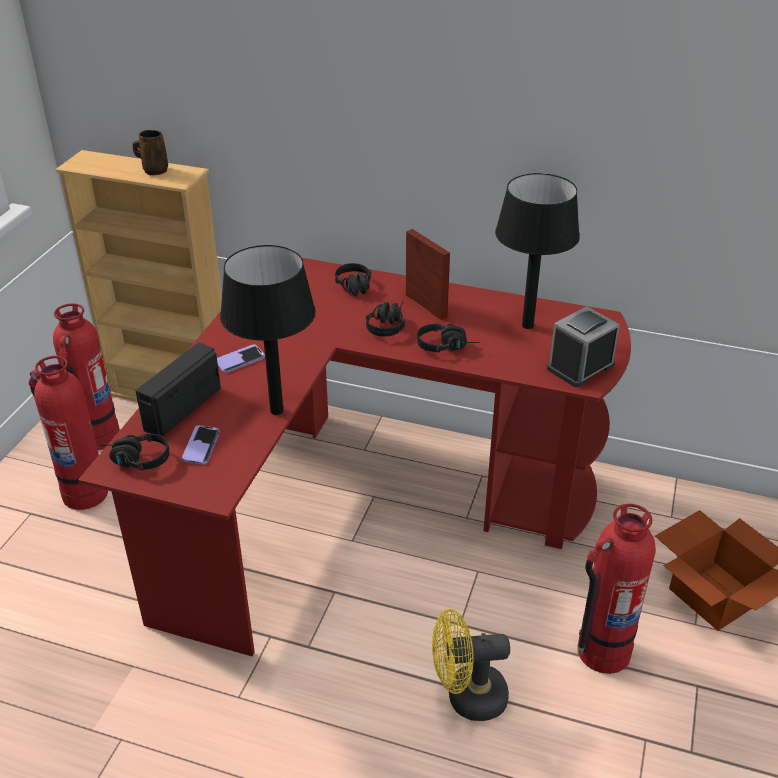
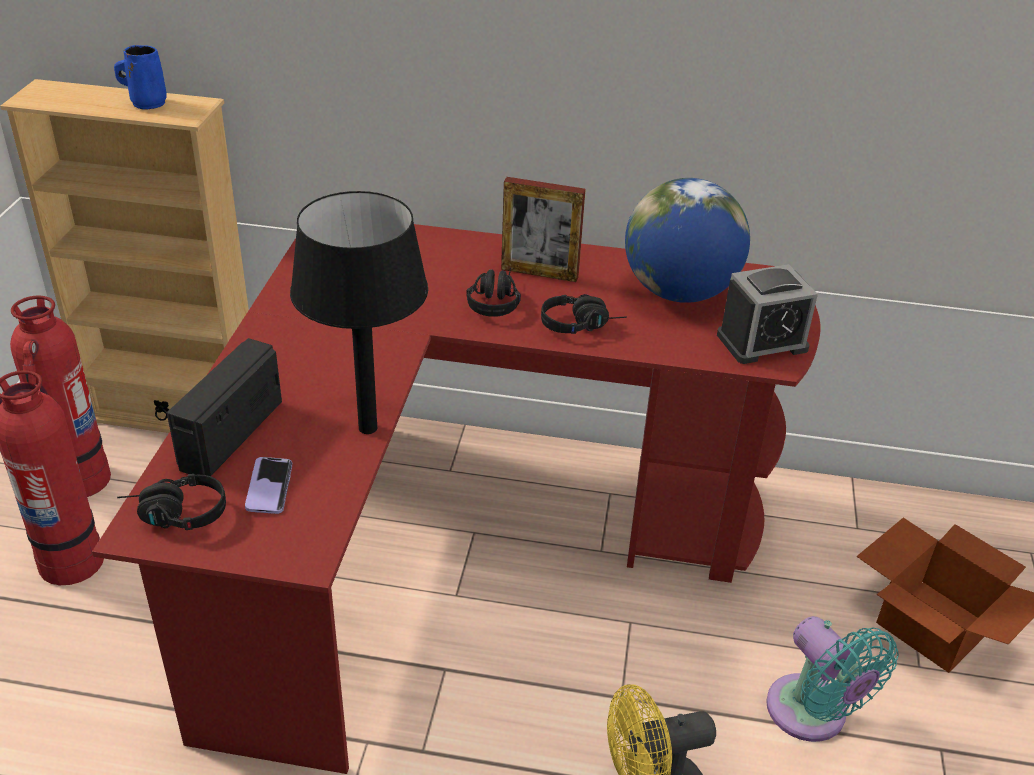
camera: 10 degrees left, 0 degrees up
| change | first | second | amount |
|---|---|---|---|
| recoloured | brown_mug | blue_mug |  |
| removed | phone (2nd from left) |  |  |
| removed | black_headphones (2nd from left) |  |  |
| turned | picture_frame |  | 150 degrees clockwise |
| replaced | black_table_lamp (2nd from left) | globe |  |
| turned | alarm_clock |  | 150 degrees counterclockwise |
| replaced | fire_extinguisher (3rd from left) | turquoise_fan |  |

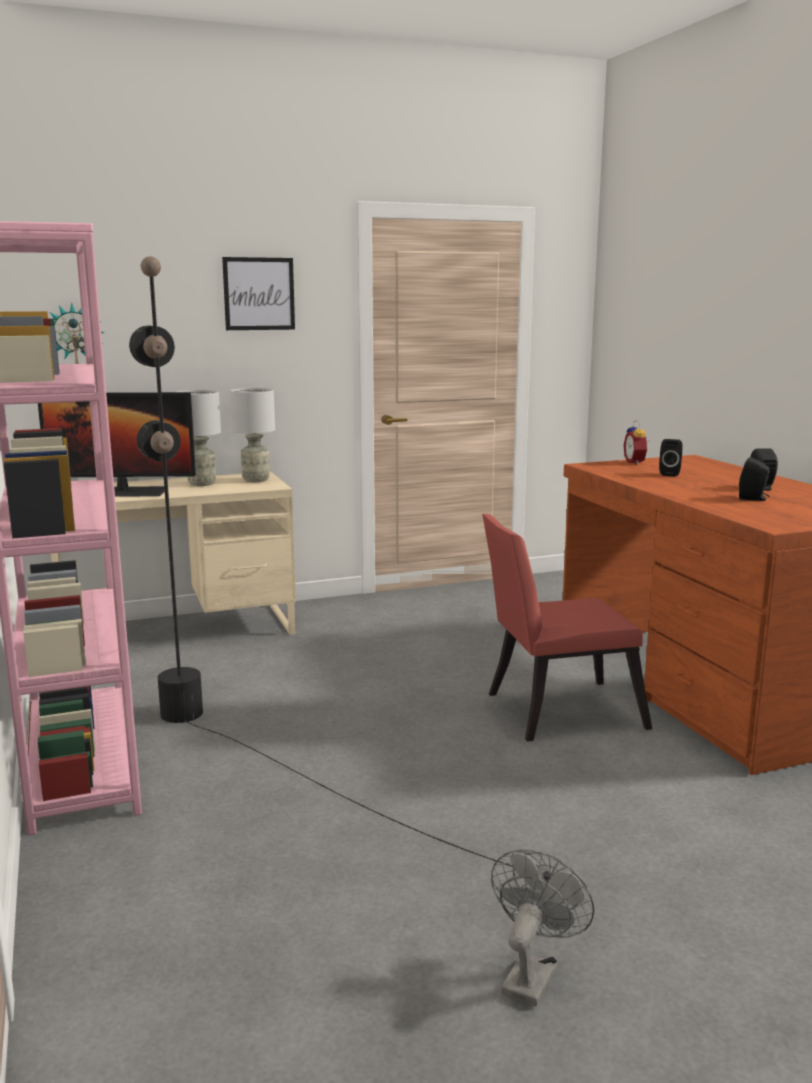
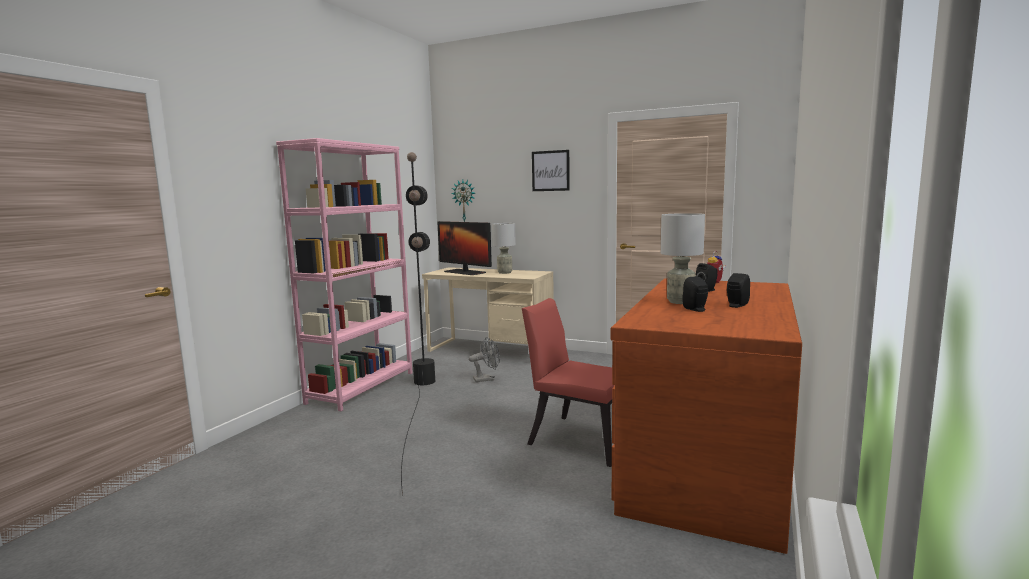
camera: 45 degrees right, 5 degrees down
| change | first | second | amount |
|---|---|---|---|
| moved | grey_table_lamp (2nd from left) |  |  |
| moved | grey_fan |  |  |

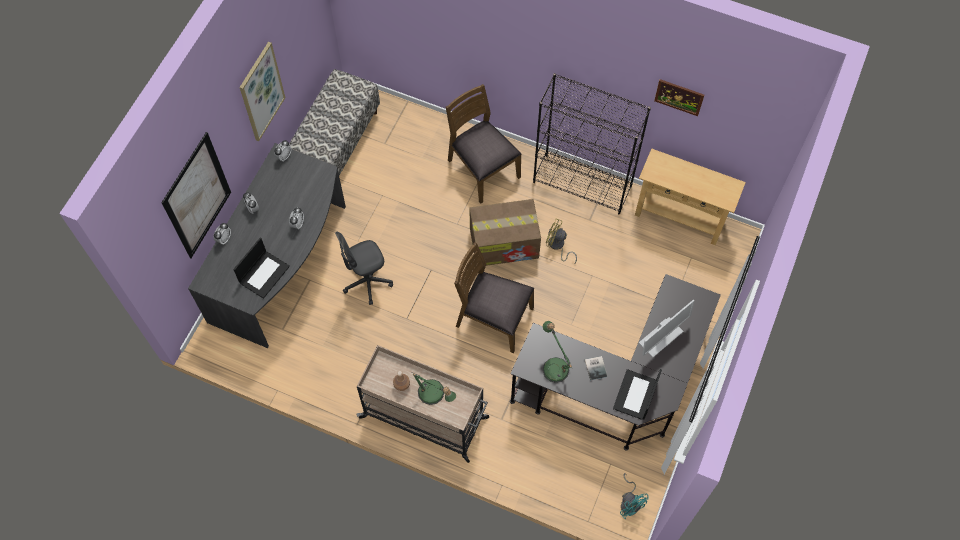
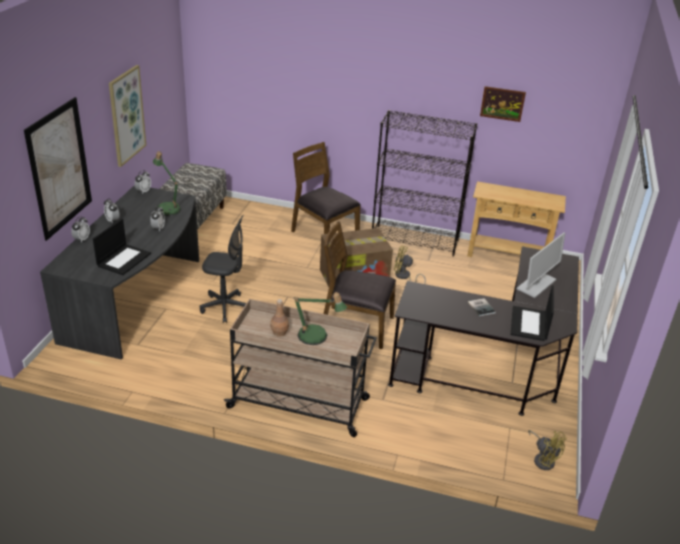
camera: 10 degrees left, 30 degrees down
| change | first | second | amount |
|---|---|---|---|
| turned | grey_office_chair |  | 135 degrees counterclockwise |
| moved | table_lamp (2nd from left in the first image) | table_lamp (1st from left) |  |
| recoloured | turquoise_fan | yellow_fan (2nd from left) |  |

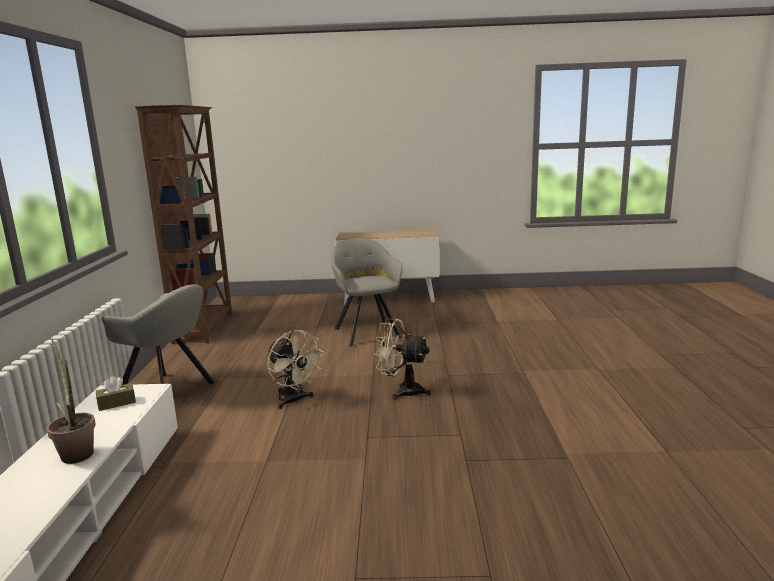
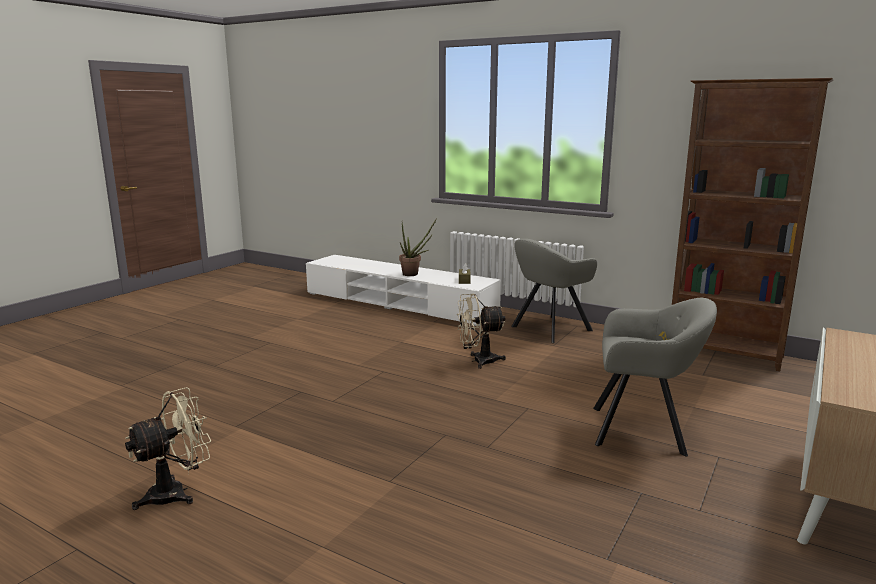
camera: 120 degrees right, 0 degrees up
| change | first | second | amount |
|---|---|---|---|
| moved | beige_fan (2nd from left in the first image) | beige_fan (1st from left) |  |

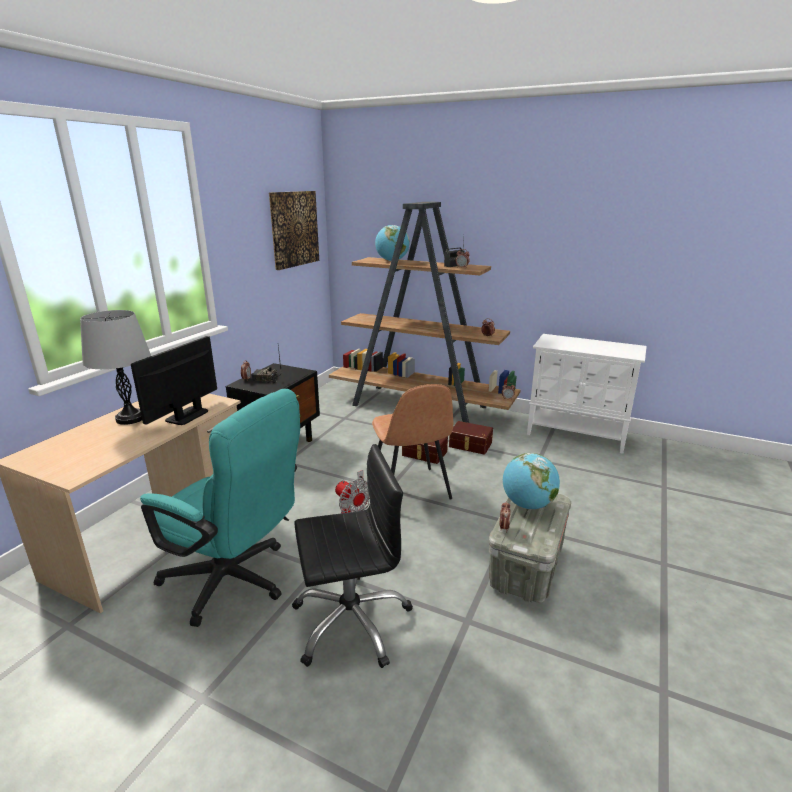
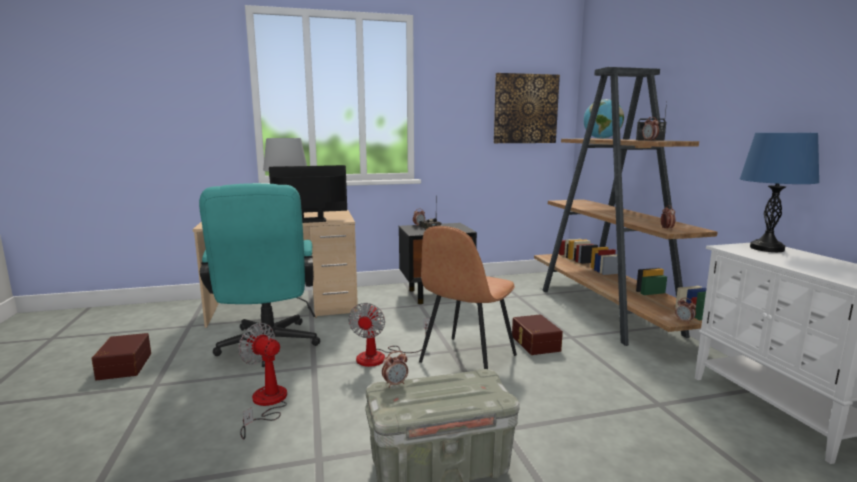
camera: 50 degrees right, 10 degrees down
| change | first | second | amount |
|---|---|---|---|
| replaced | black_office_chair | fan (1st from left) |  |
| moved | brown_storage_box (2nd from left in the first image) | brown_storage_box (1st from left) |  |
| removed | globe (2nd from left) |  |  |
| added |  | blue_table_lamp |  |

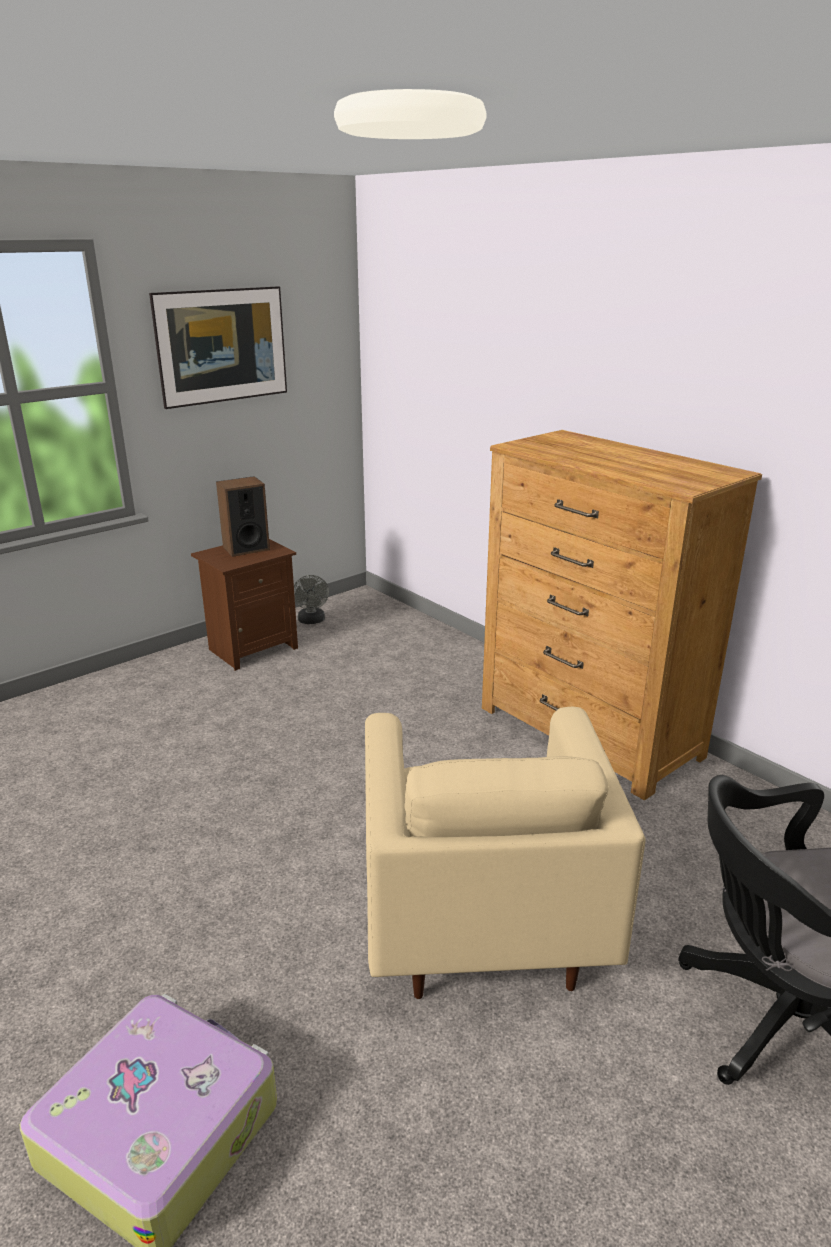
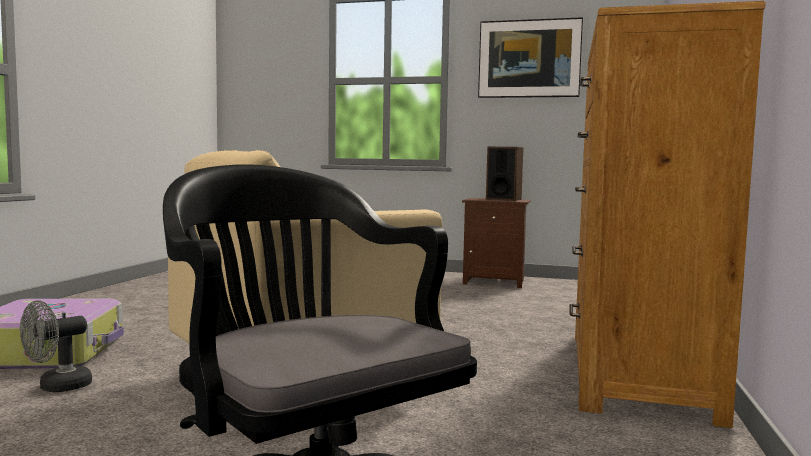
camera: 55 degrees right, 20 degrees down
| change | first | second | amount |
|---|---|---|---|
| moved | grey_fan |  |  |

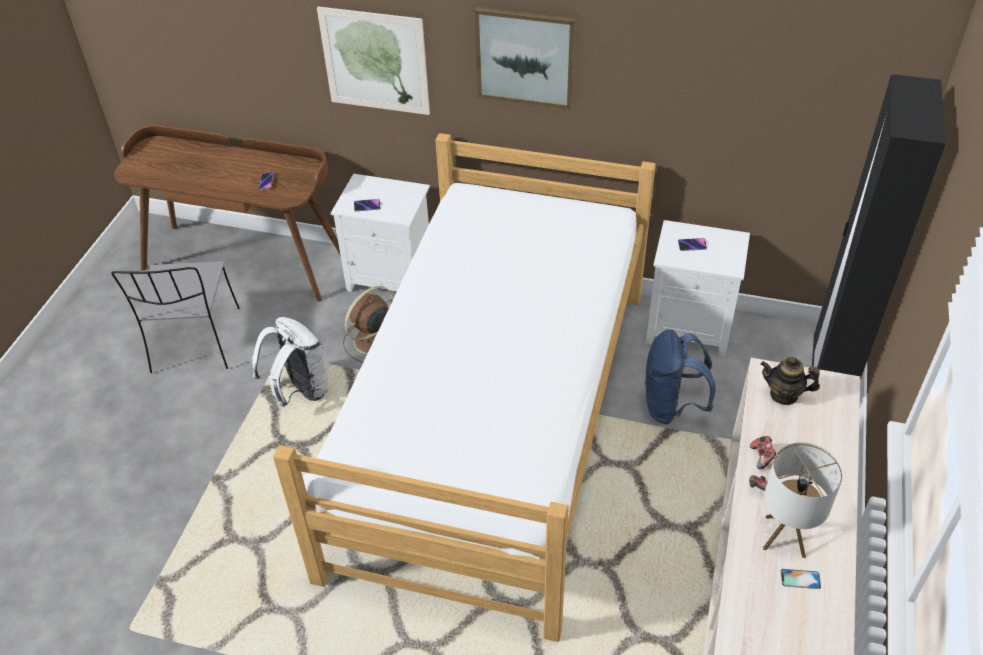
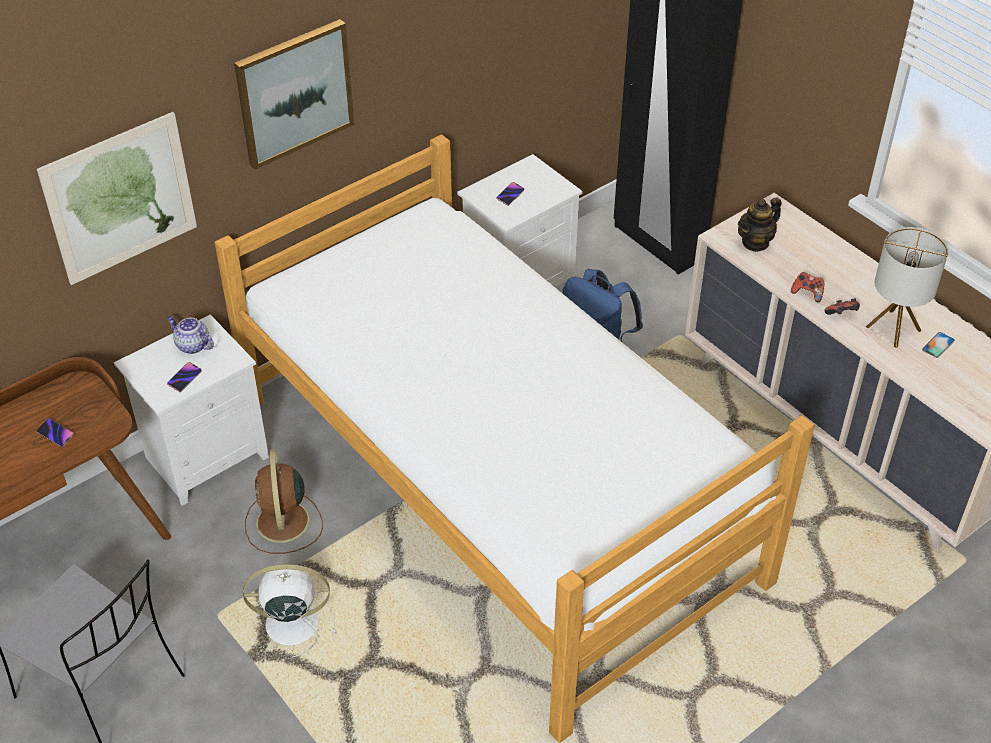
camera: 55 degrees left, 0 degrees up
| change | first | second | amount |
|---|---|---|---|
| replaced | white_backpack | white_fan |  |
| added |  | teapot (1st from left) |  |

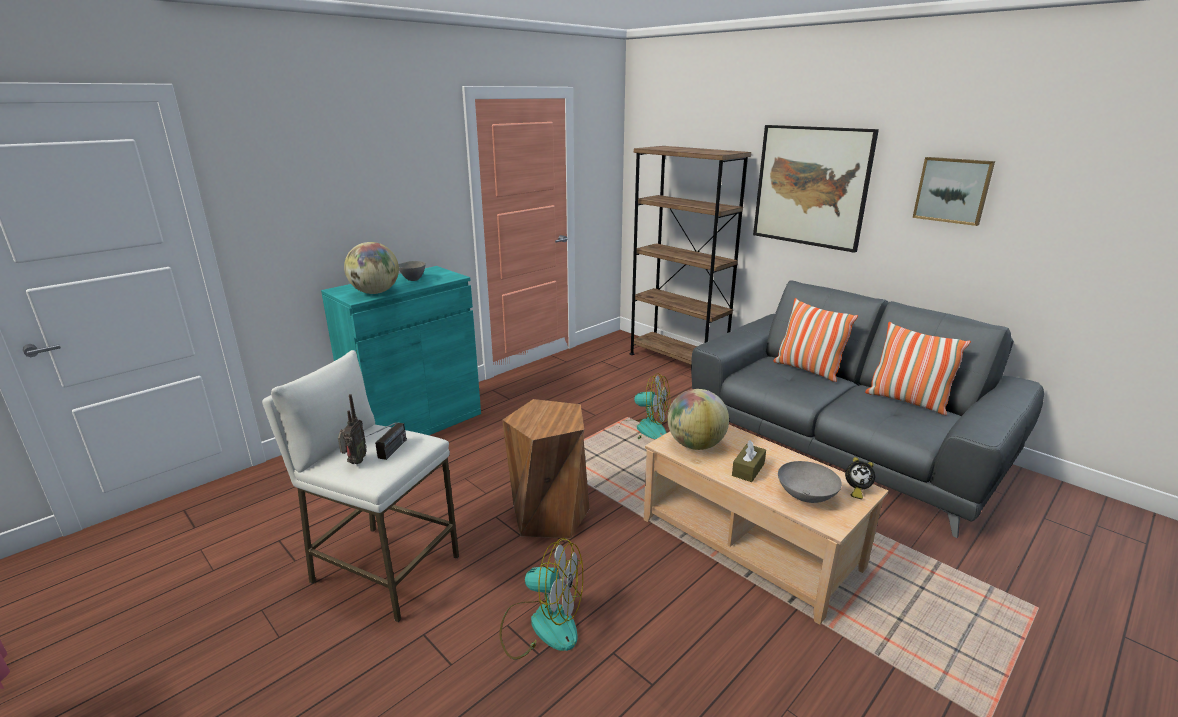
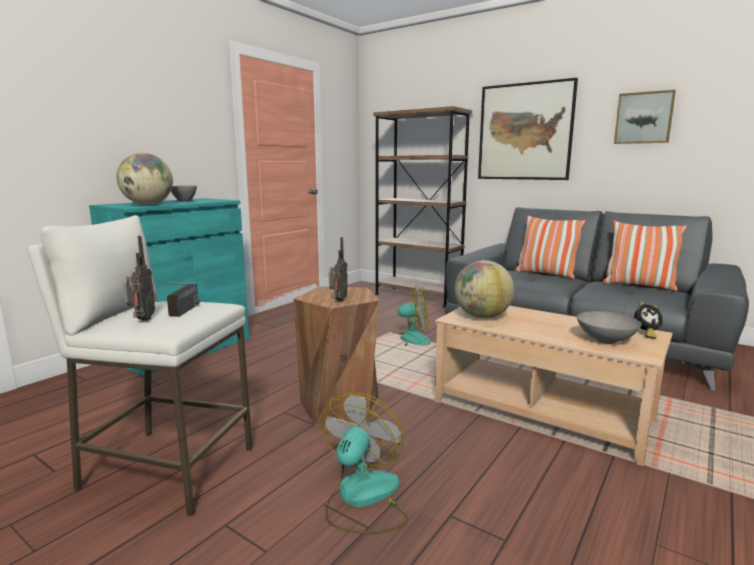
camera: 10 degrees left, 10 degrees down
| change | first | second | amount |
|---|---|---|---|
| turned | fan (1st from left) |  | 75 degrees counterclockwise |
| removed | brown_tissue_box |  |  |
| added |  | radio (3rd from left) |  |

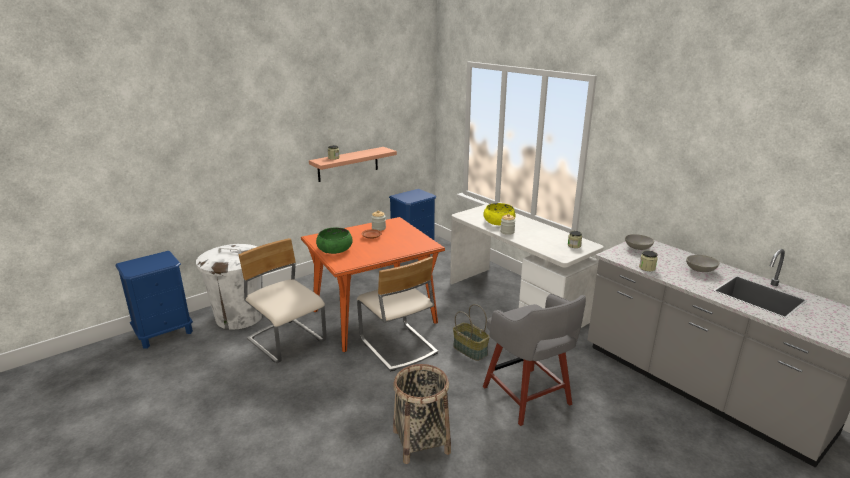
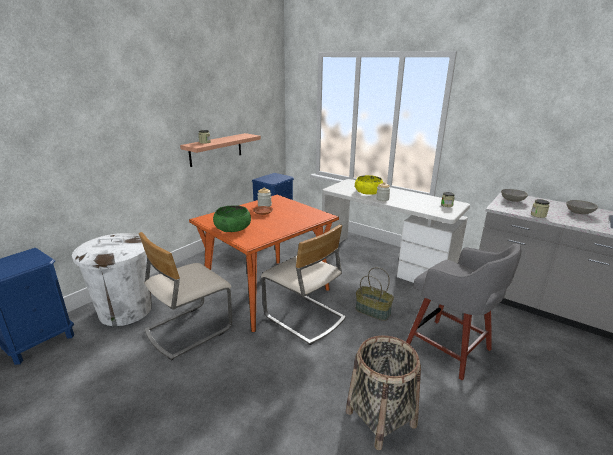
camera: 15 degrees left, 0 degrees up
| change | first | second | amount |
|---|---|---|---|
| turned | beige_chair (1st from left) |  | 75 degrees counterclockwise |

